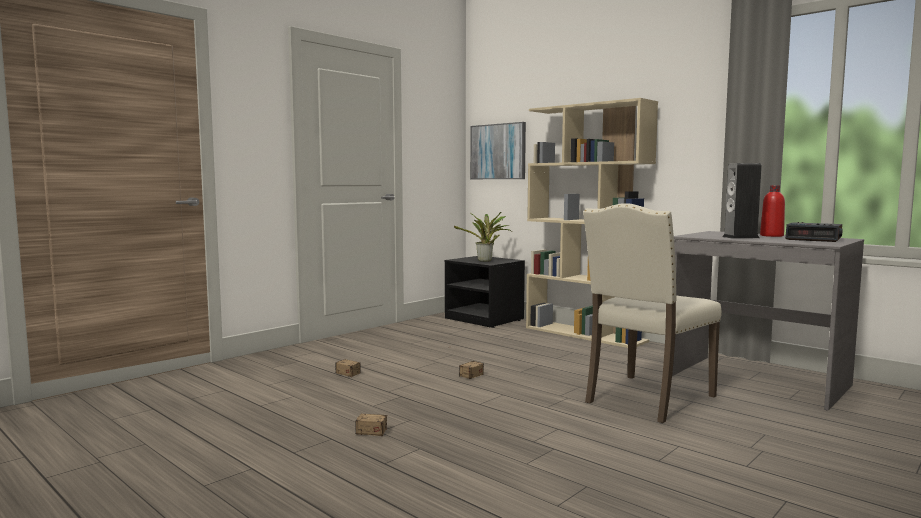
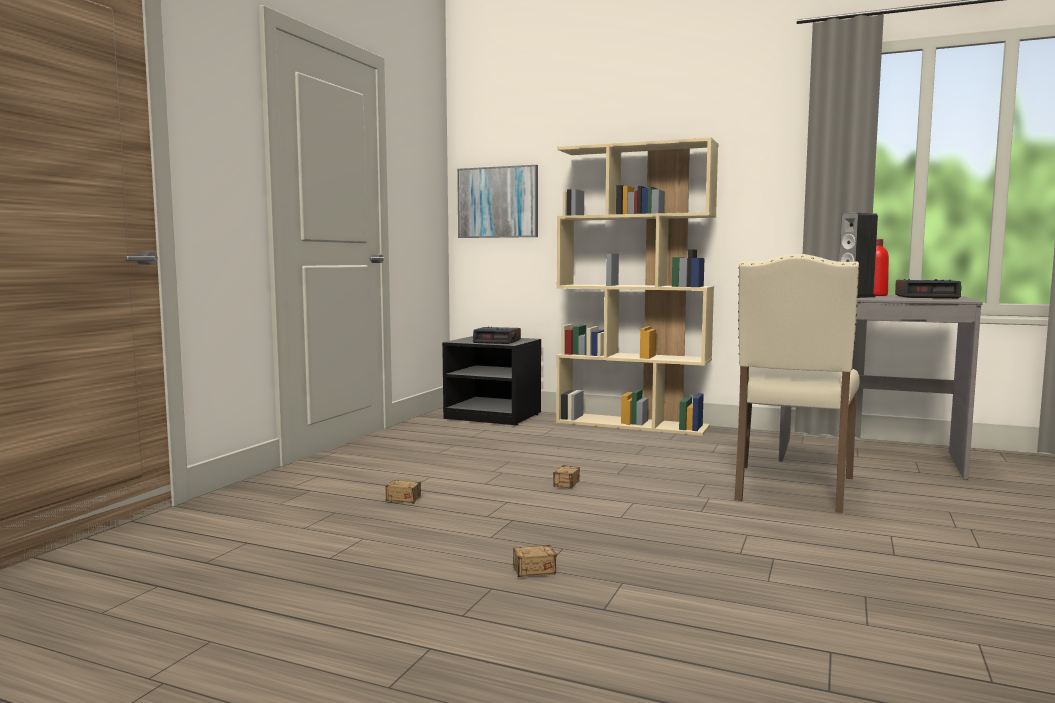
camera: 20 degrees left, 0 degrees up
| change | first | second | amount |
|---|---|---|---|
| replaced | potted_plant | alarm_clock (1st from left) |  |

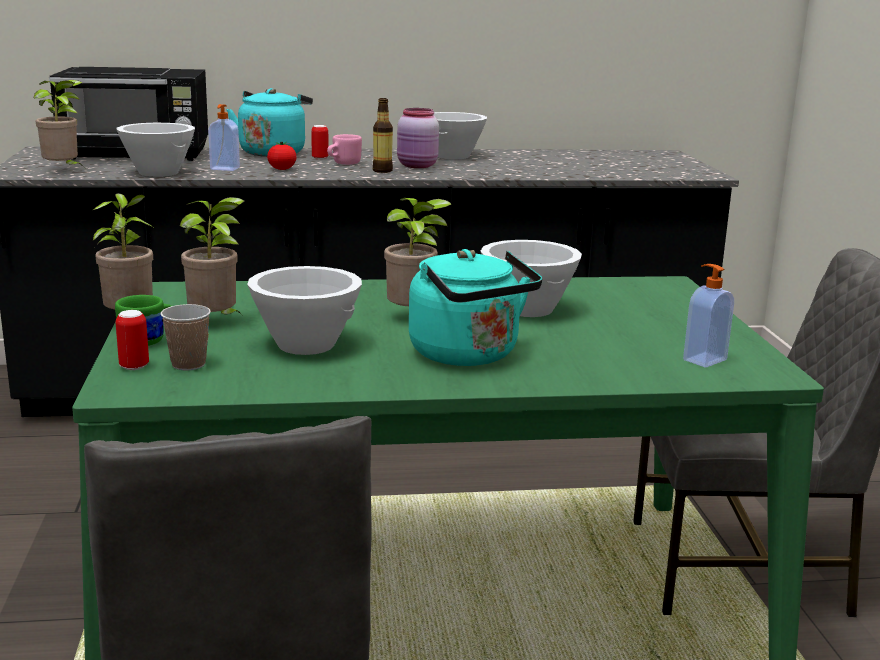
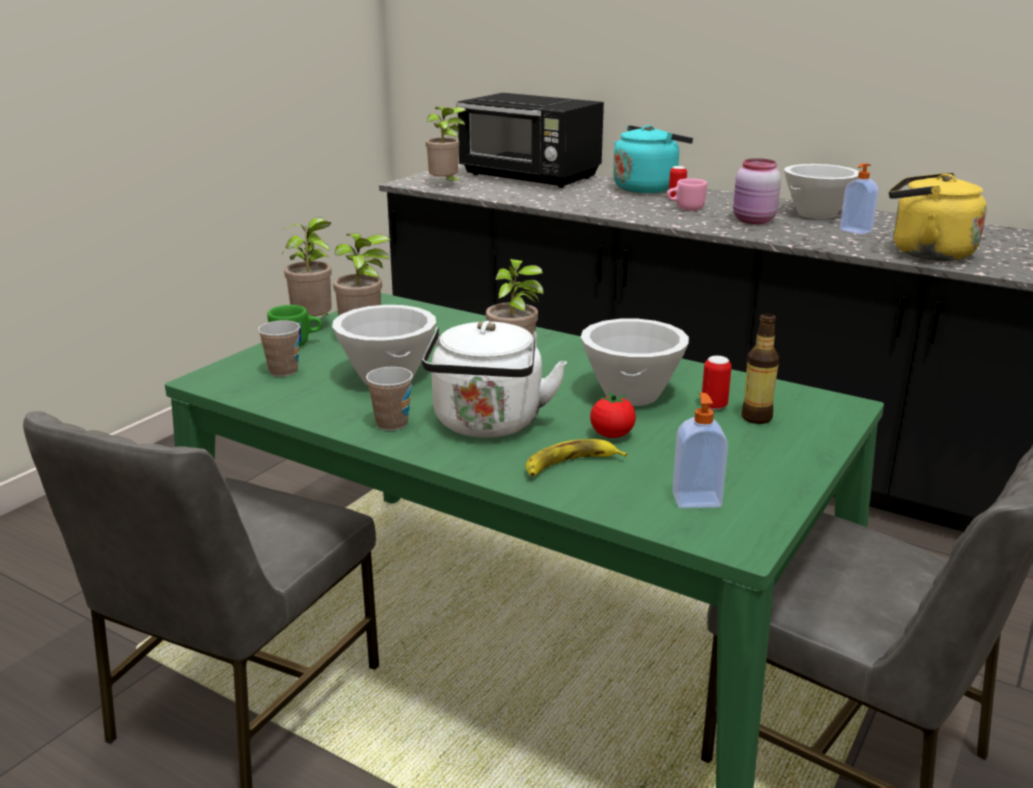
camera: 40 degrees right, 5 degrees up
| change | first | second | amount |
|---|---|---|---|
| moved | can (1st from left in the first image) | can (2nd from left) |  |
| removed | white_bowl (1st from left) |  |  |
| moved | soap_dispenser (1st from left in the first image) | soap_dispenser (2nd from left) |  |
| moved | tomato |  |  |
| moved | bottle |  |  |
| recoloured | turquoise_kettle (2nd from left) | white_kettle |  |
| added |  | cup (2nd from left) |  |
| added |  | banana |  |
| added |  | yellow_kettle |  |

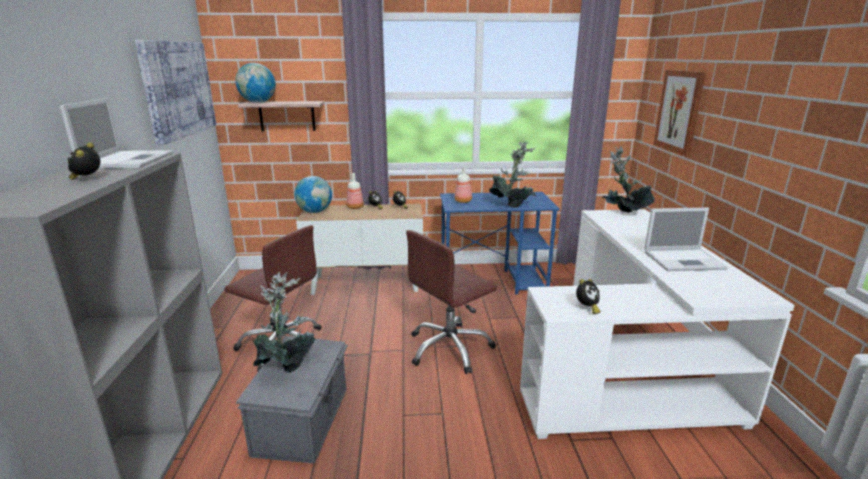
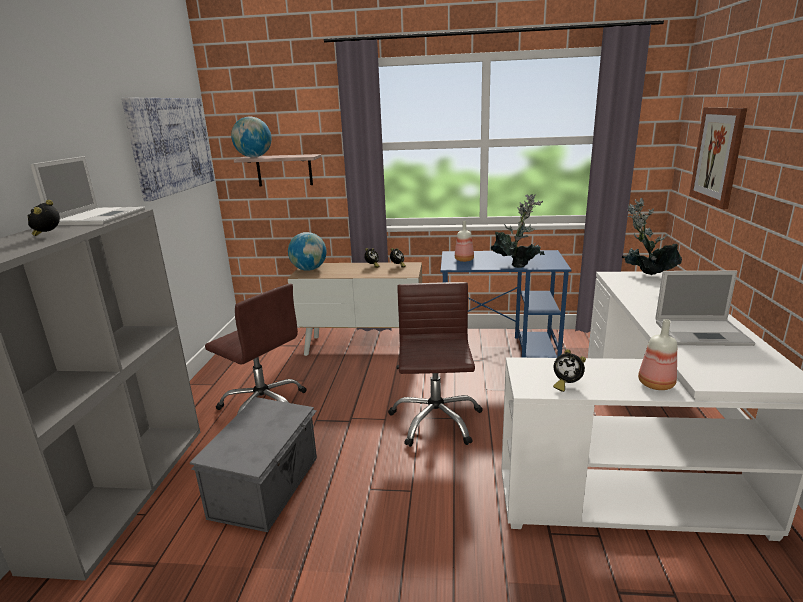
camera: 10 degrees right, 0 degrees up
| change | first | second | amount |
|---|---|---|---|
| removed | potted_plant (1st from left) |  |  |
| moved | bottle (1st from left in the first image) | bottle (2nd from left) |  |
| turned | brown_office_chair (2nd from left) |  | 120 degrees clockwise |
| turned | alarm_clock (4th from left) |  | 60 degrees clockwise |

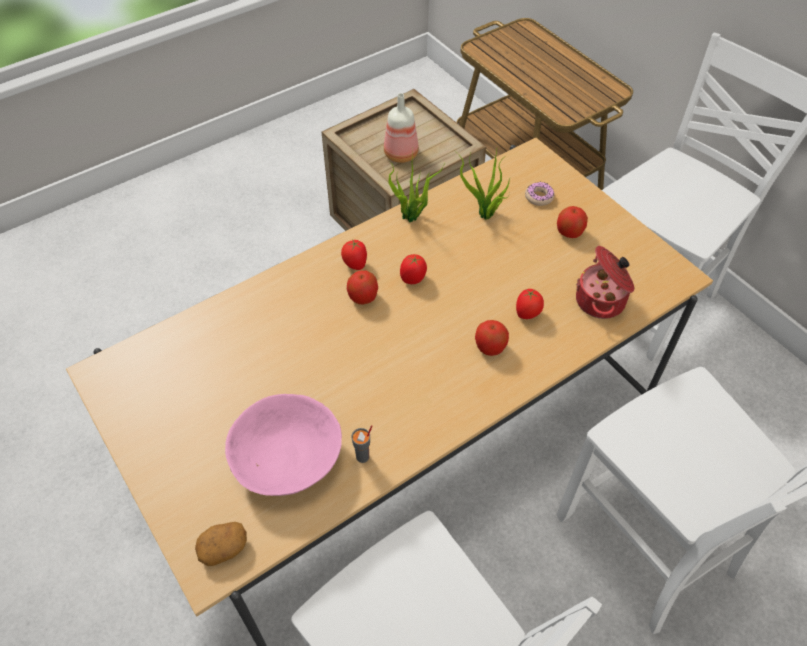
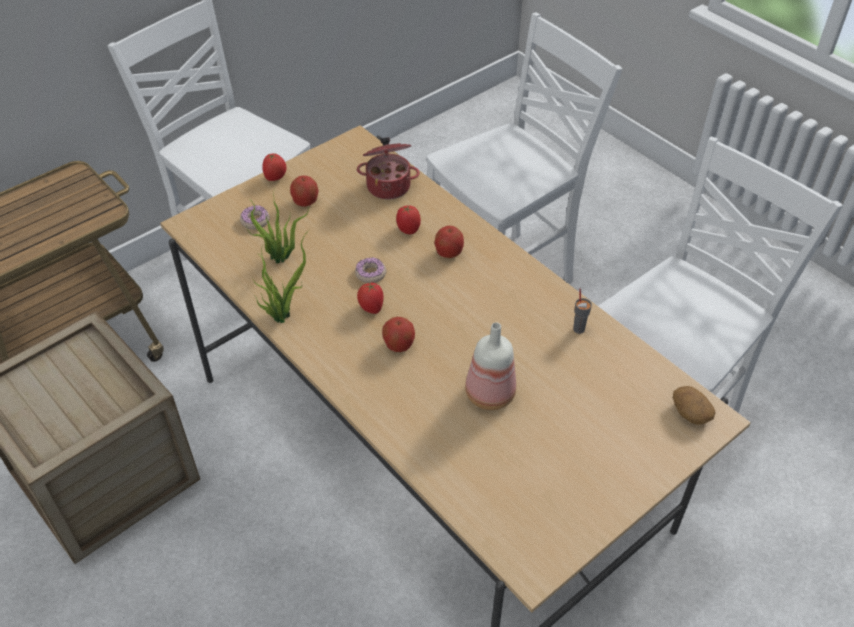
camera: 95 degrees left, 5 degrees down
| change | first | second | amount |
|---|---|---|---|
| removed | pink_bowl |  |  |
| moved | tomato (1st from left) |  |  |
| moved | bottle |  |  |
| added |  | donut (2nd from left) |  |

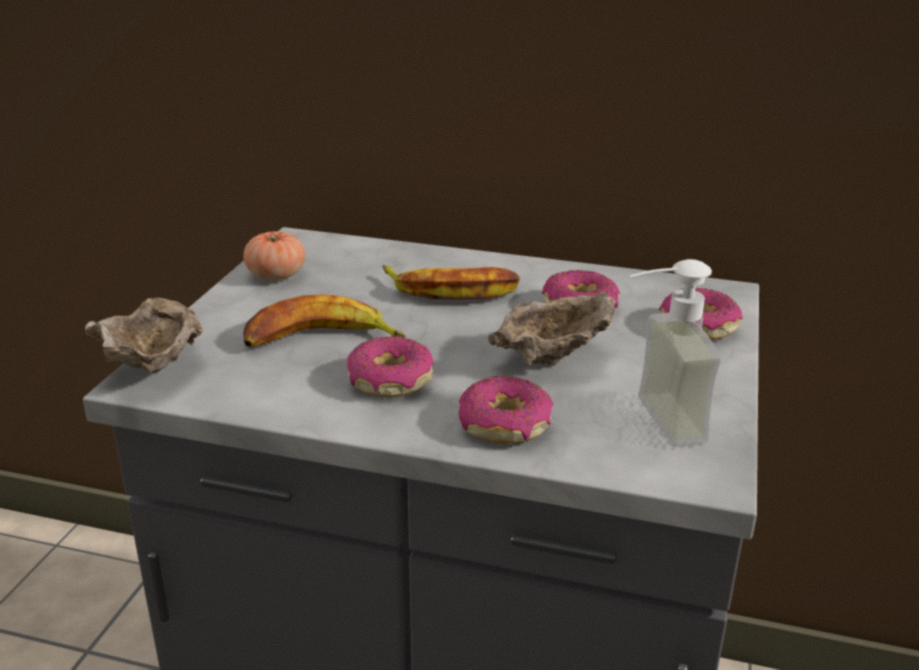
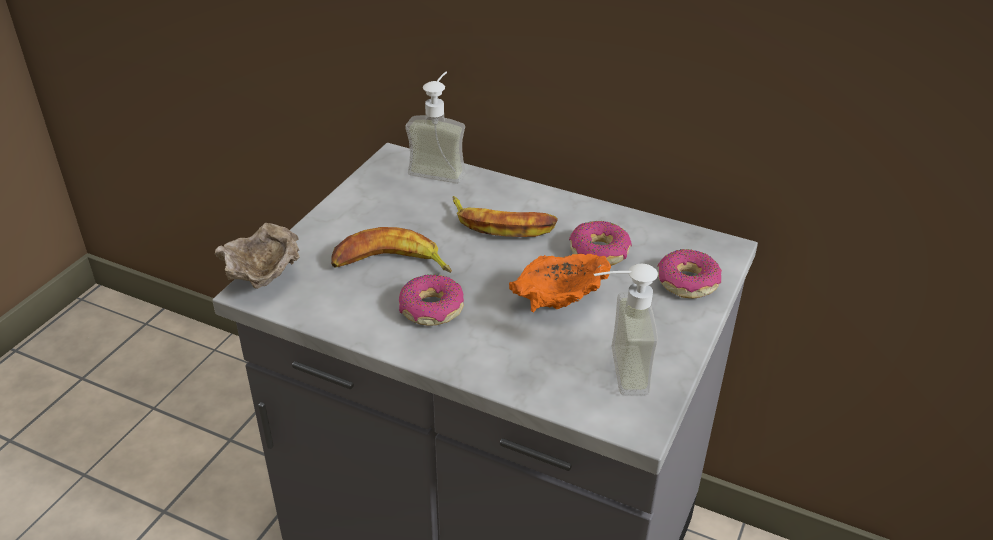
camera: 10 degrees right, 10 degrees up
| change | first | second | amount |
|---|---|---|---|
| removed | tomato |  |  |
| removed | donut (2nd from left) |  |  |
| recoloured | beige_bowl (2nd from left) | orange_bowl |  |
| added |  | soap_dispenser (1st from left) |  |

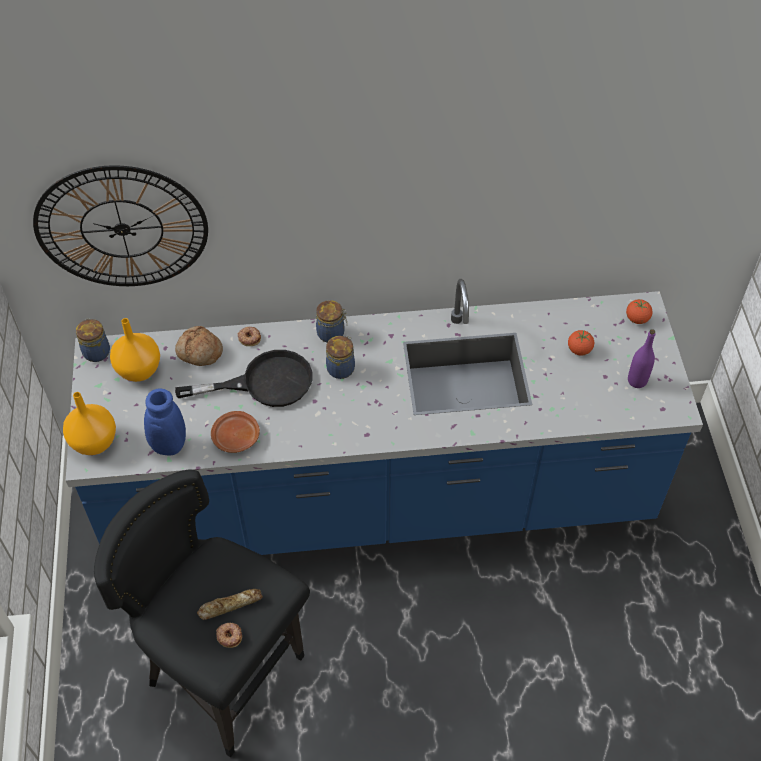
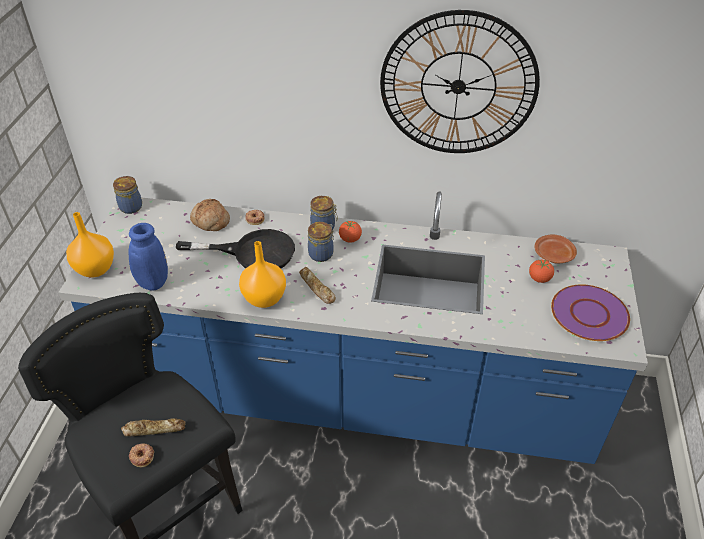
camera: 15 degrees right, 10 degrees down
| change | first | second | amount |
|---|---|---|---|
| moved | wall_clock |  |  |
| moved | orange_vase (2nd from left) |  |  |
| moved | brown_plate |  |  |
| moved | tomato (2nd from left in the first image) | tomato (1st from left) |  |
| replaced | purple_bottle | purple_plate |  |
| added |  | bread (3rd from left) |  |

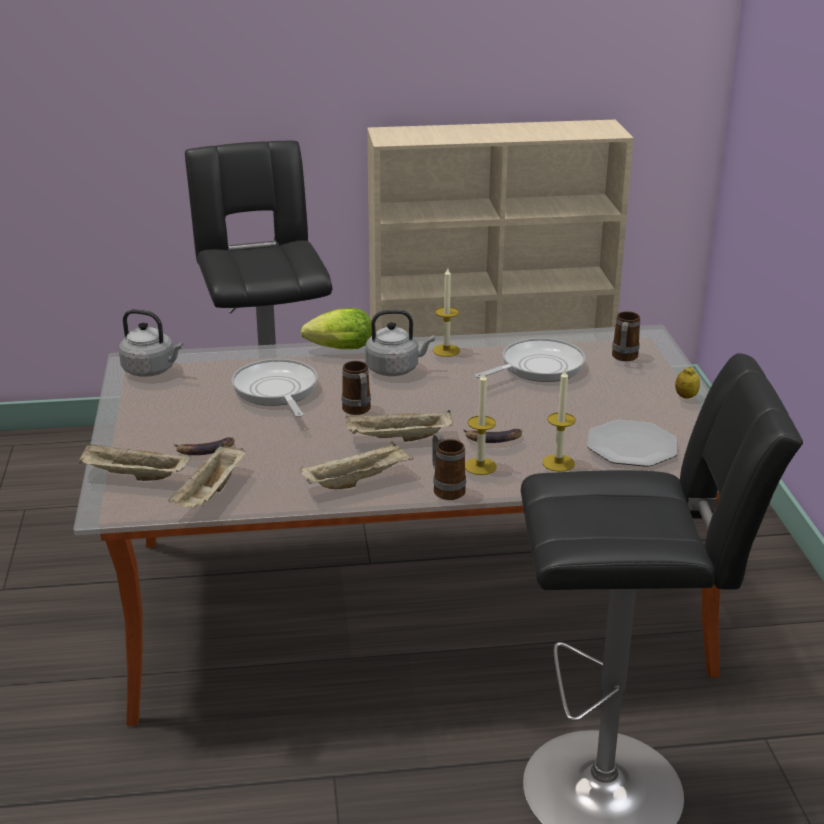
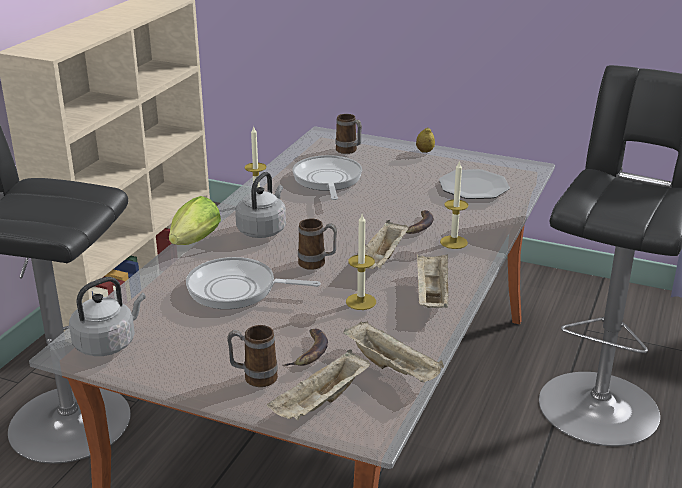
camera: 60 degrees left, 0 degrees up
| change | first | second | amount |
|---|---|---|---|
| moved | mug (2nd from left in the first image) | mug (1st from left) |  |
| moved | candle (3rd from left in the first image) | candle (2nd from left) |  |

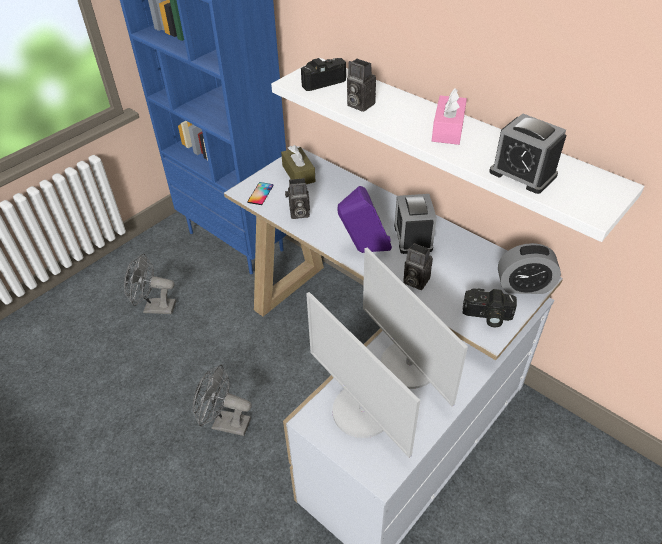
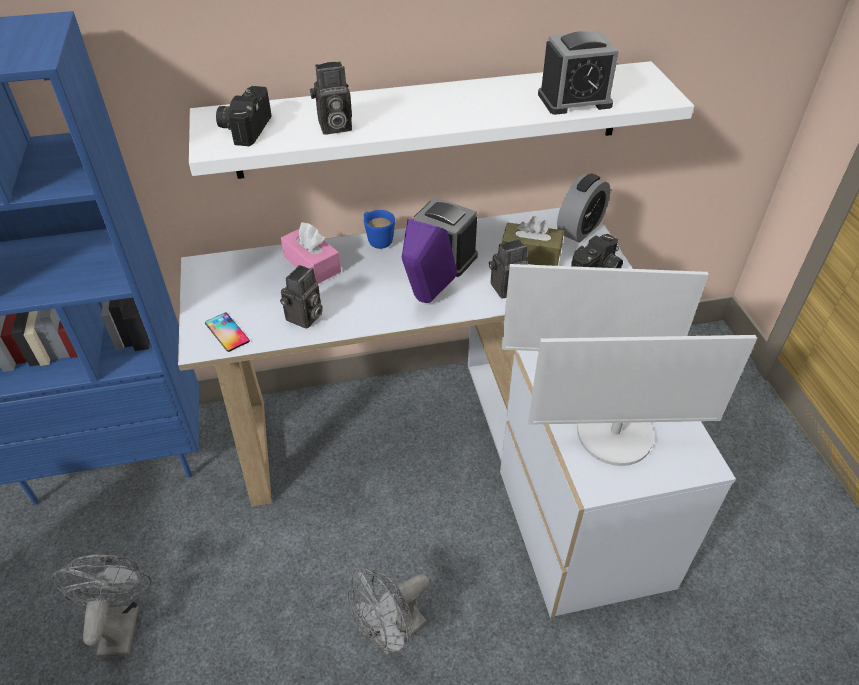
camera: 55 degrees left, 0 degrees up
| change | first | second | amount |
|---|---|---|---|
| turned | grey_fan (1st from left) |  | 135 degrees clockwise |
| moved | brown_tissue_box |  |  |
| moved | pink_tissue_box |  |  |
| added |  | blue_mug |  |

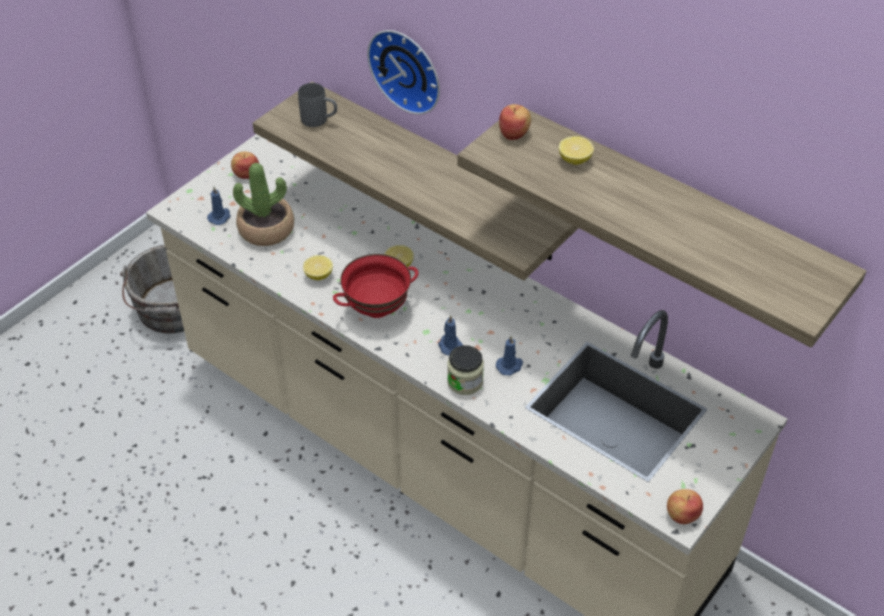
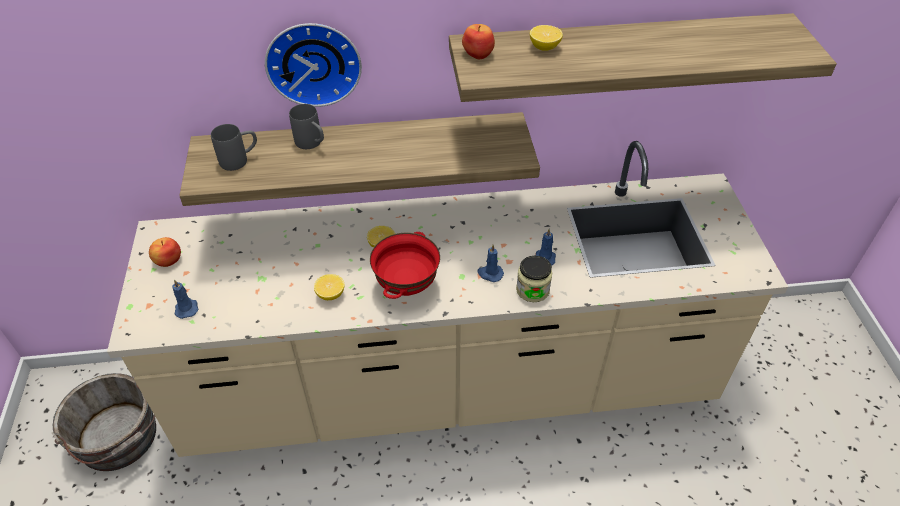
camera: 45 degrees left, 0 degrees up
| change | first | second | amount |
|---|---|---|---|
| removed | potted_plant |  |  |
| removed | apple (3rd from left) |  |  |
| added |  | grey_mug (2nd from left) |  |

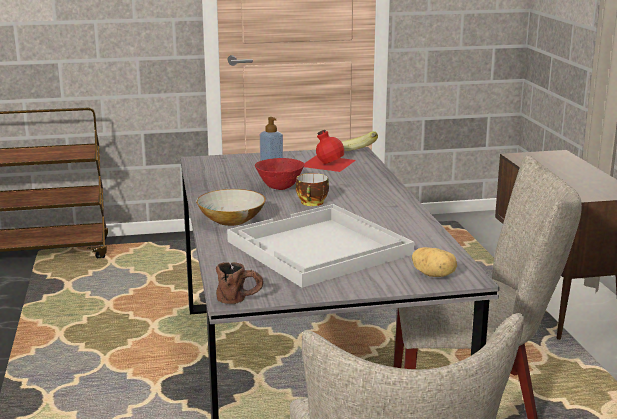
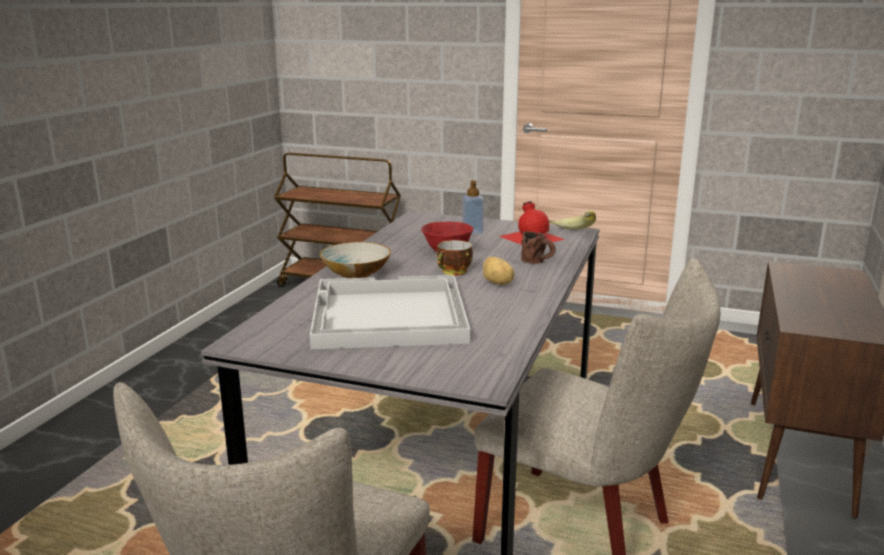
camera: 30 degrees right, 0 degrees up
| change | first | second | amount |
|---|---|---|---|
| moved | brown_mug |  |  |
| moved | potato |  |  |

